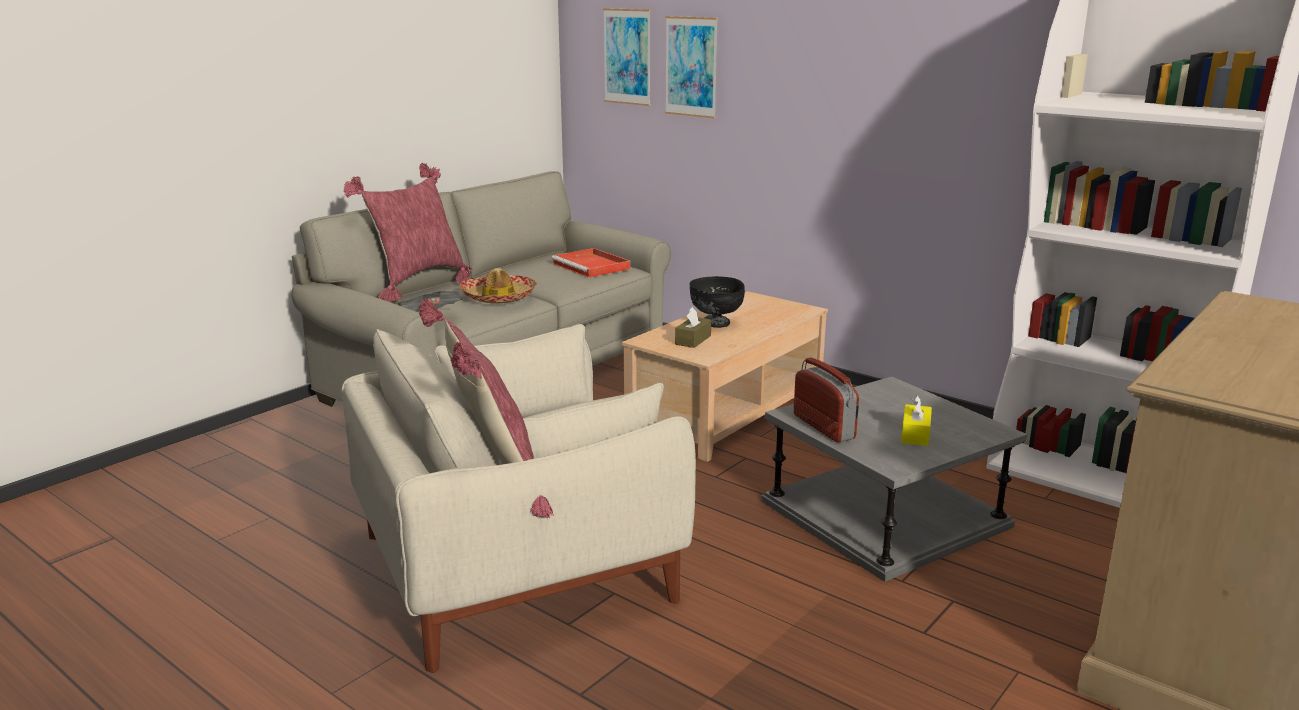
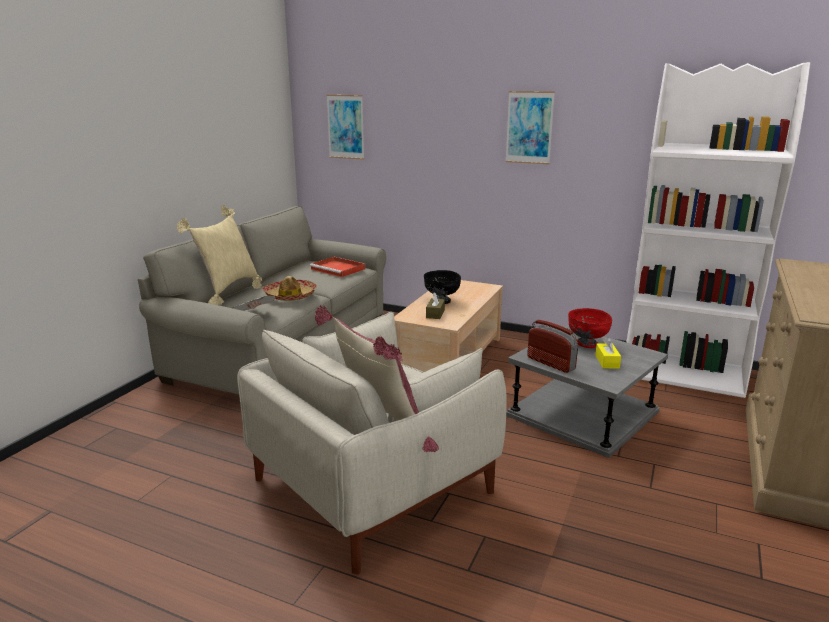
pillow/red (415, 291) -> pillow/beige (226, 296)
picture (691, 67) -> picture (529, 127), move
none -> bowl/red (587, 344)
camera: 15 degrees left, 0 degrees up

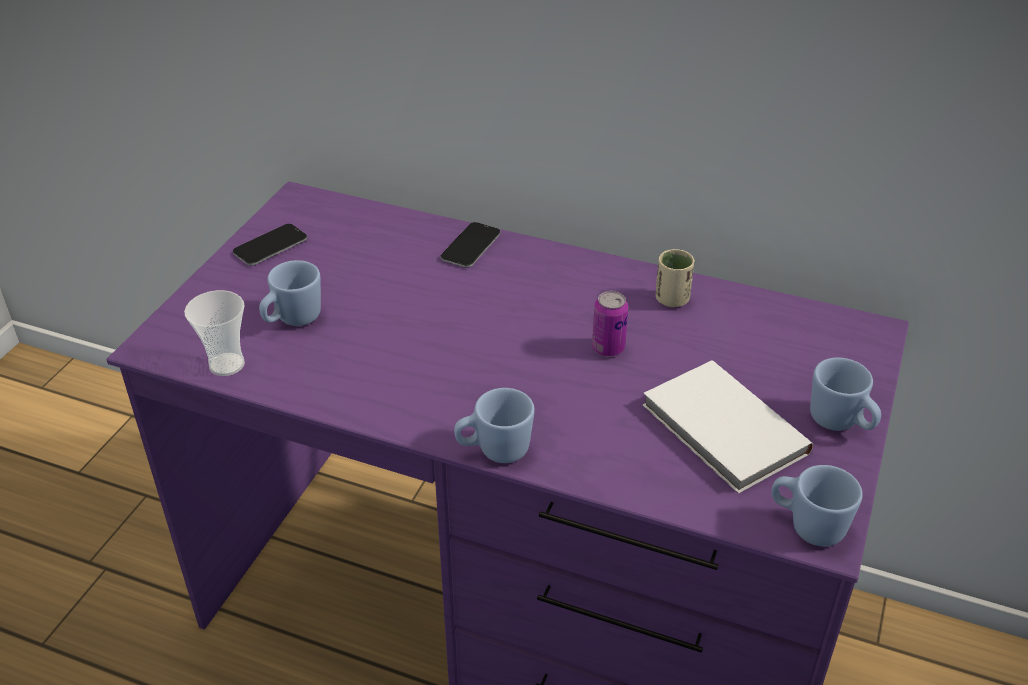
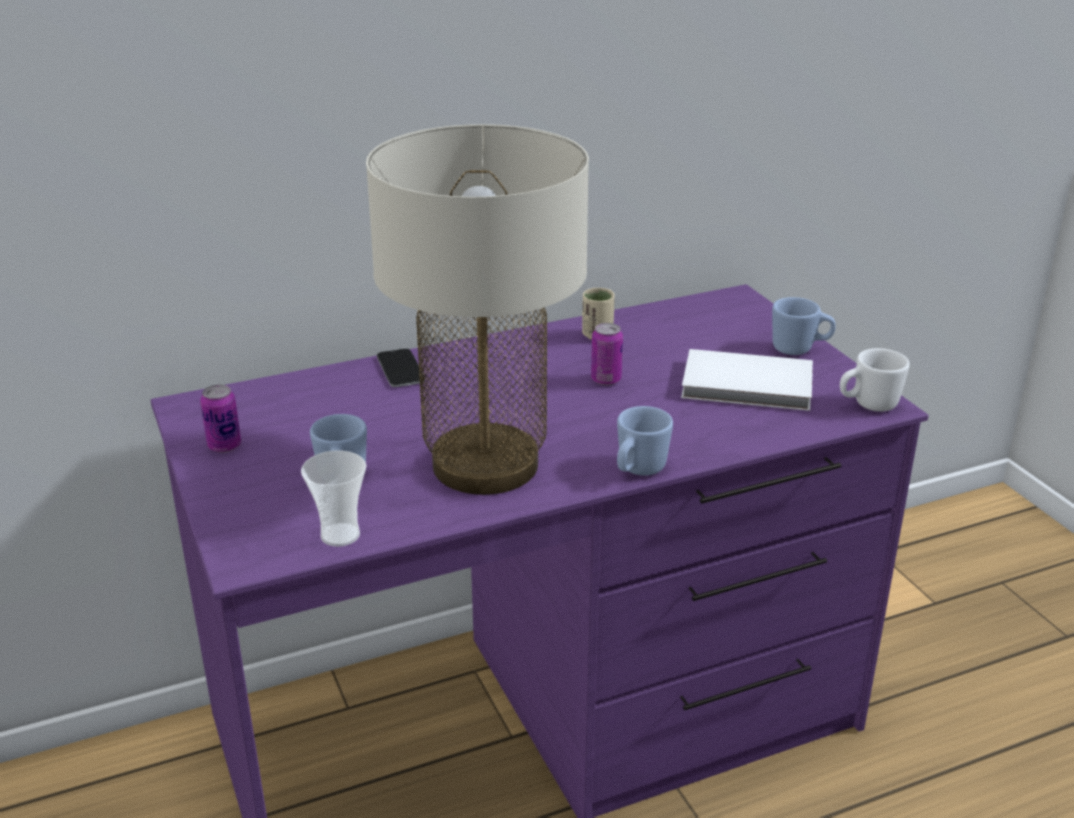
phone (270, 246) -> can (224, 446)
mug/blue (807, 526) -> mug/white (868, 405)
none -> table lamp (485, 465)
camera: 45 degrees left, 10 degrees down

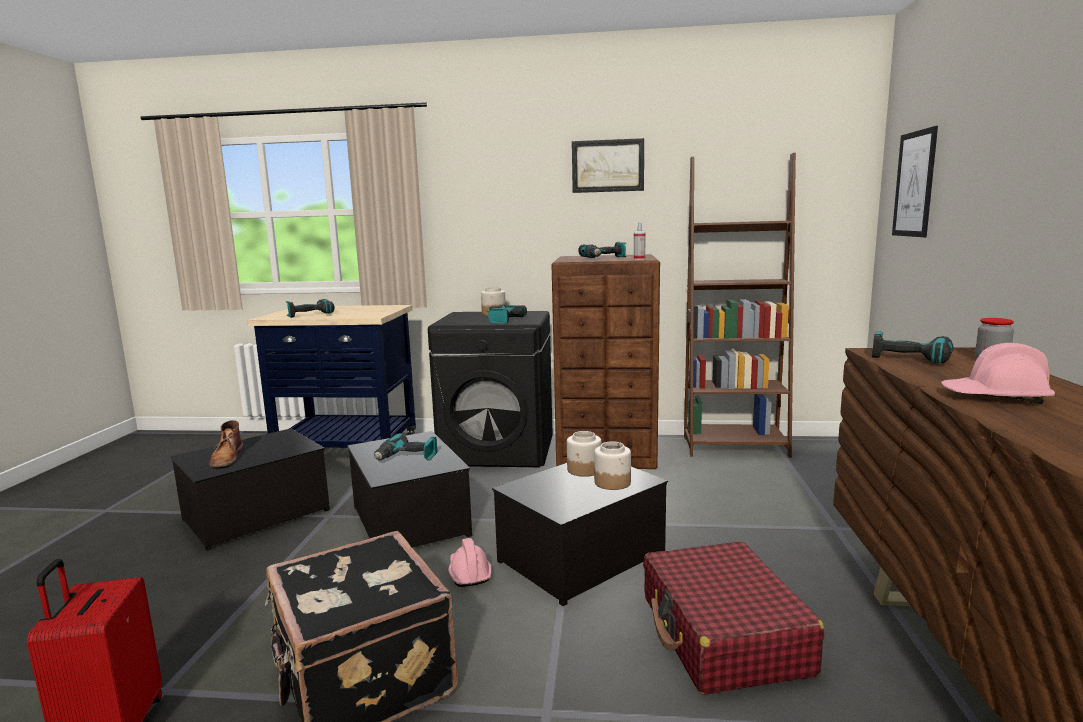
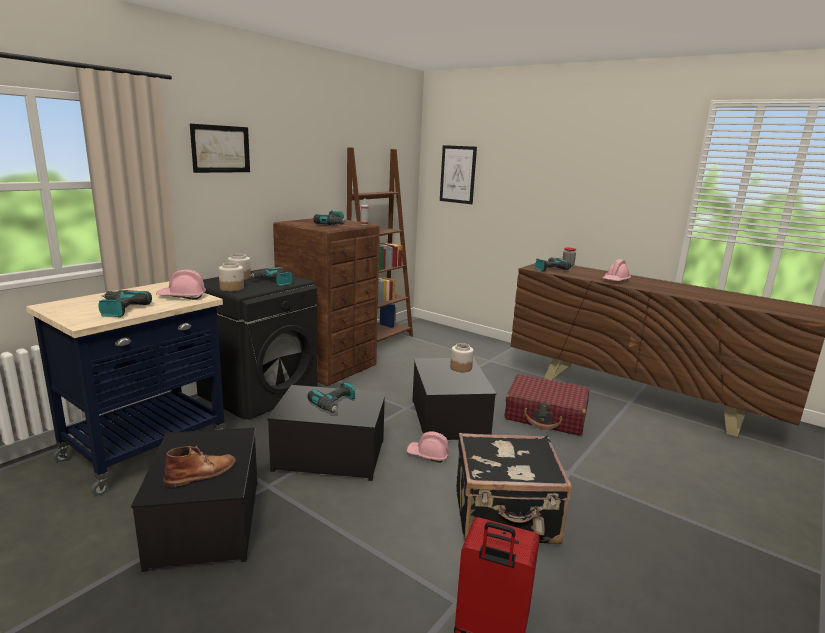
boot/brown (227, 458) -> boot/brown (202, 474), 60 degrees counterclockwise
jar (584, 470) -> jar (232, 288), move
picture (607, 166) -> picture (221, 149), move
none -> hard hat/pink (182, 296)
camera: 60 degrees left, 5 degrees up

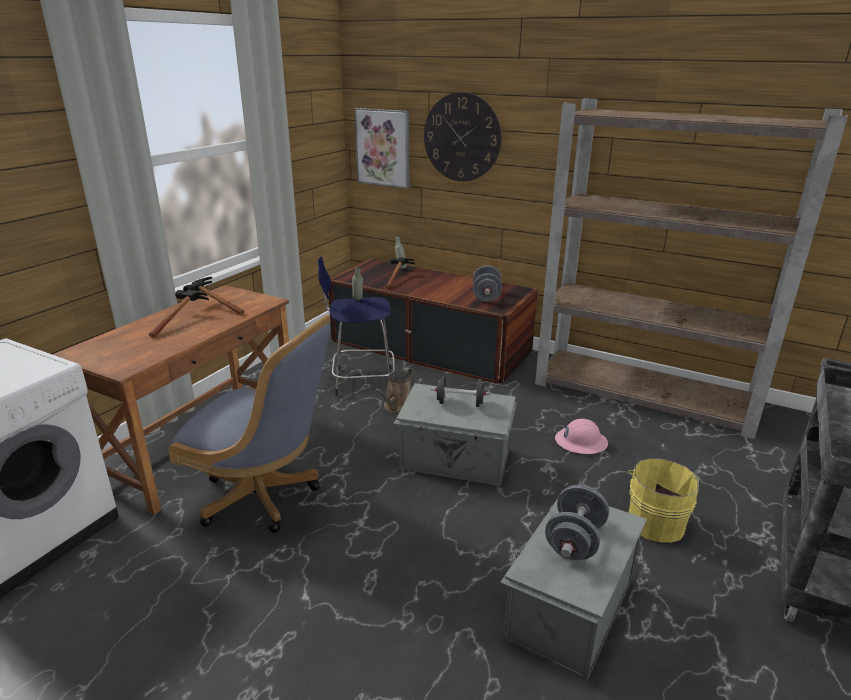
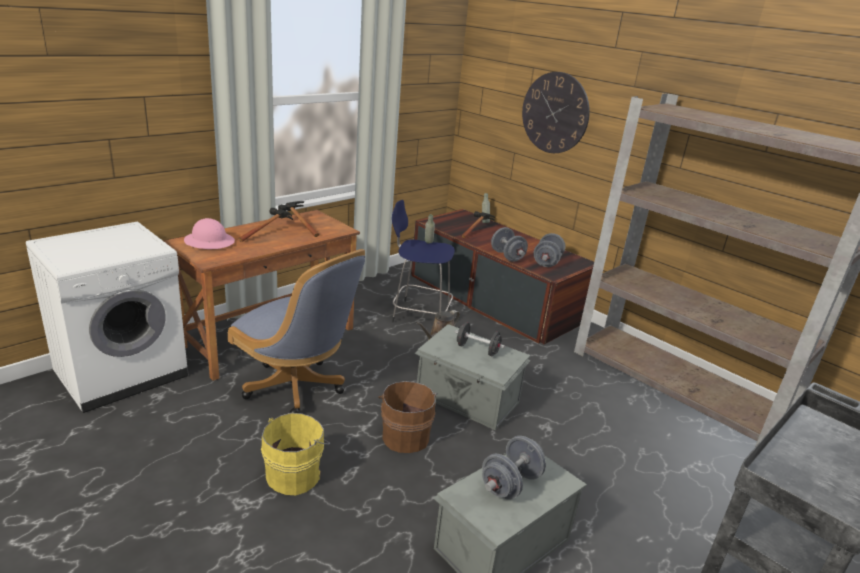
picture (383, 148) -> none
hard hat/pink (580, 442) -> hard hat/pink (209, 242), move
bucket/yellow (655, 521) -> bucket/yellow (295, 474), move
none -> bucket/brown (405, 435)
none -> dumbbell/grey (507, 256)
camera: 15 degrees right, 0 degrees up

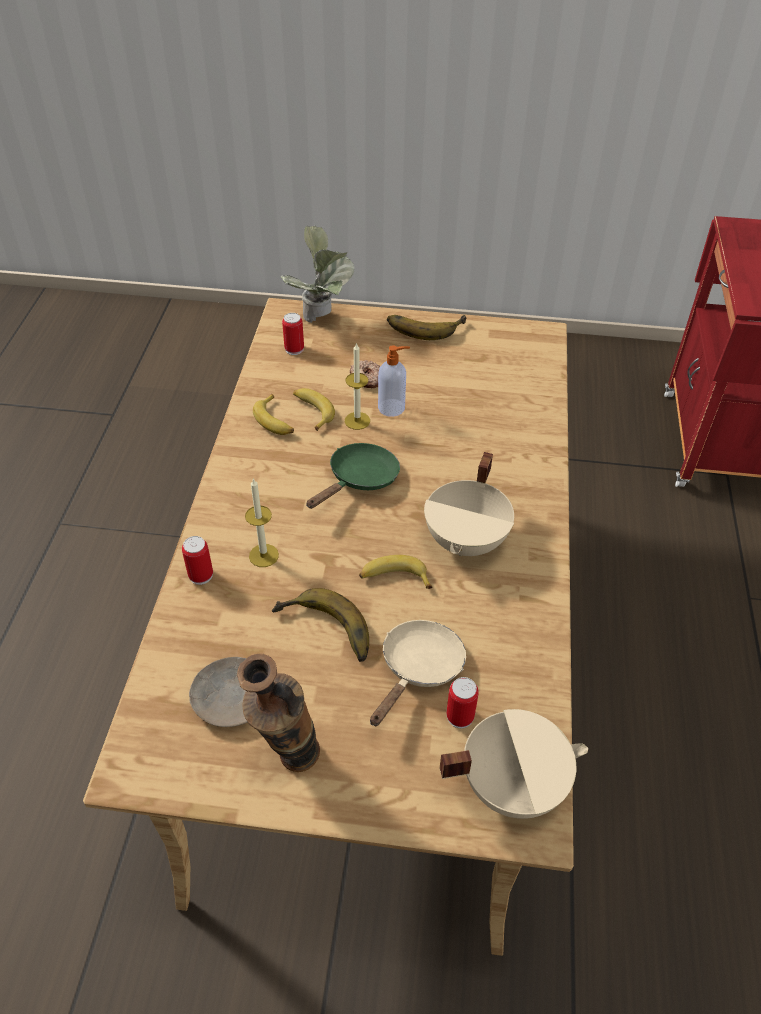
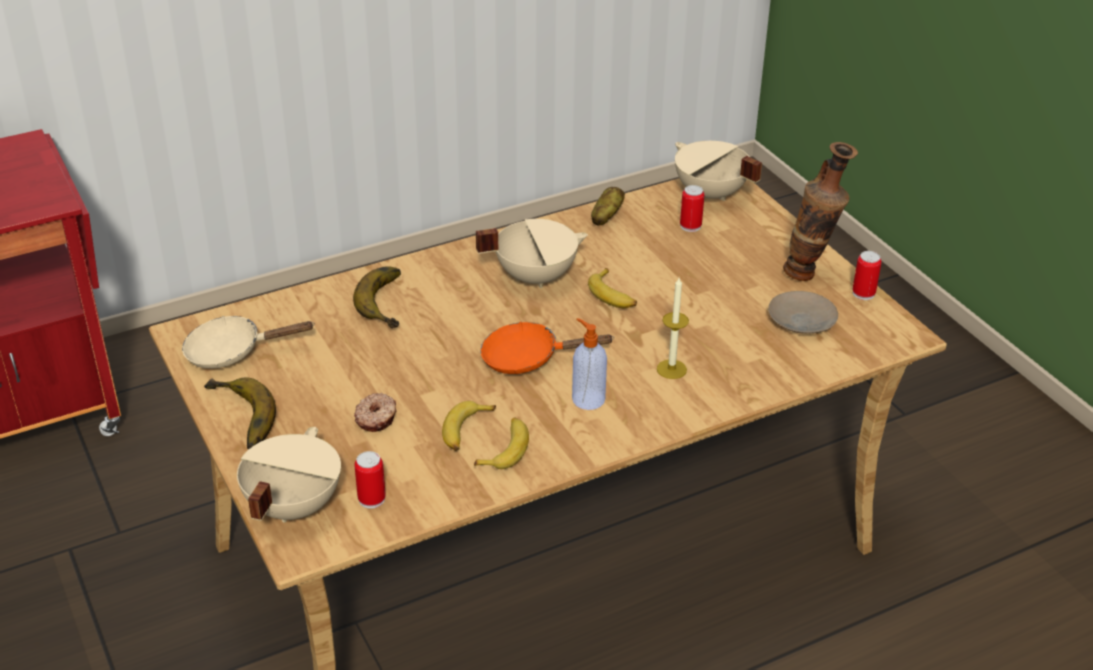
can (201, 575) -> can (863, 293), move
banana (323, 633) -> banana (391, 301), move
potted plant (322, 319) -> cooking pot/beige (291, 506)
frying pan/green (359, 479) -> frying pan/orange (528, 358)
candle (357, 420) -> none
frying pan/beige (418, 669) -> frying pan/beige (232, 351), move
soap dispenser (392, 408) -> soap dispenser (587, 399), move
none -> potato (606, 217)
camera: 125 degrees left, 10 degrees down

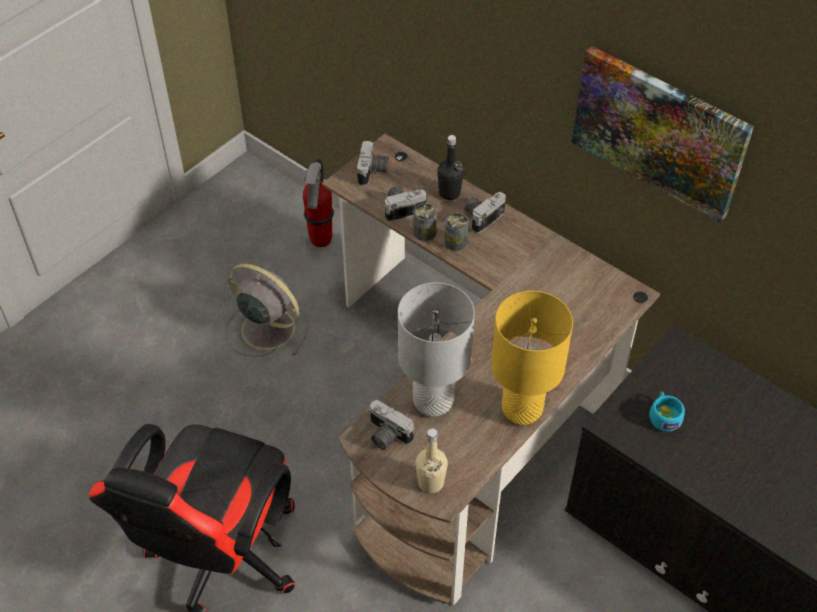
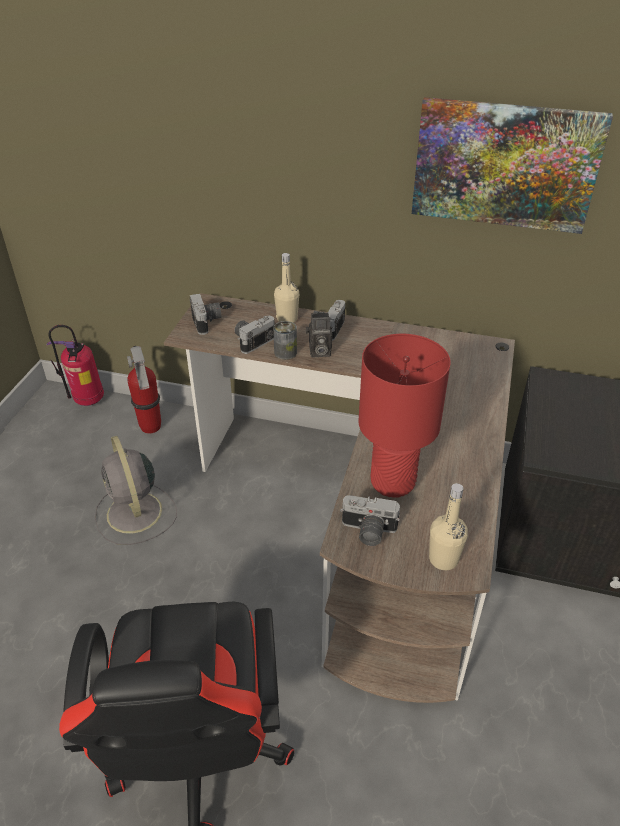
fan/grey (266, 328) -> fan/grey (135, 514), 120 degrees counterclockwise
table lamp/grey (433, 403) -> table lamp/red (393, 486)
bottle/black (449, 193) -> bottle/beige (287, 319)
can (456, 242) -> photo camera (318, 352)
table lamp/yellow (522, 412) -> none
cup/turquoise (664, 416) -> none
none -> fire extinguisher (87, 402)
camera: 25 degrees left, 10 degrees down

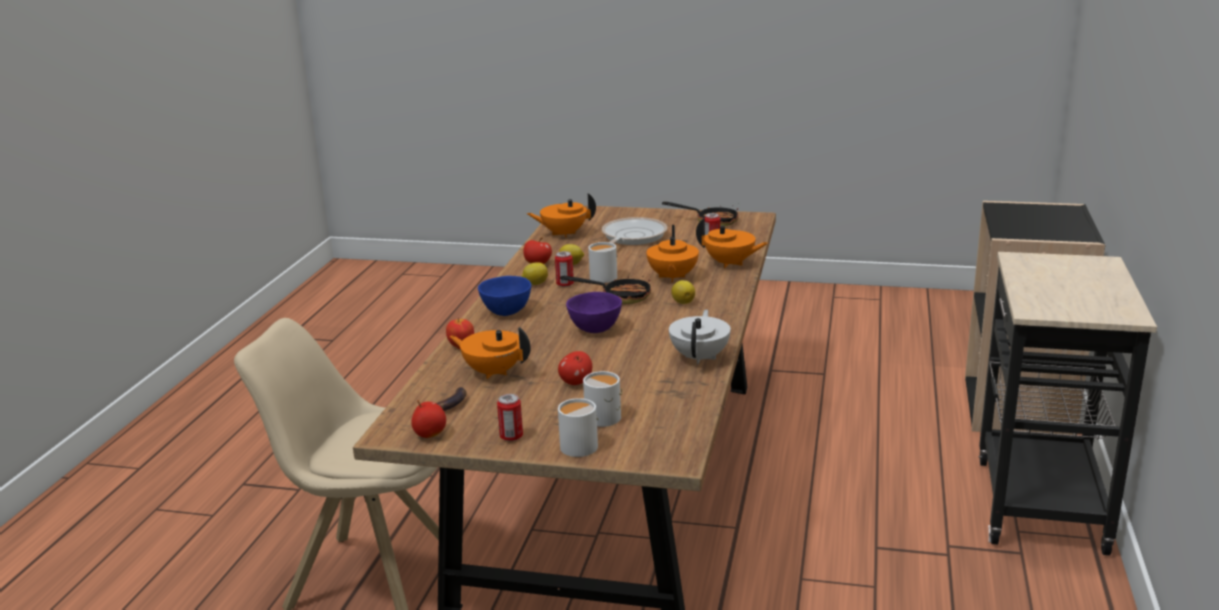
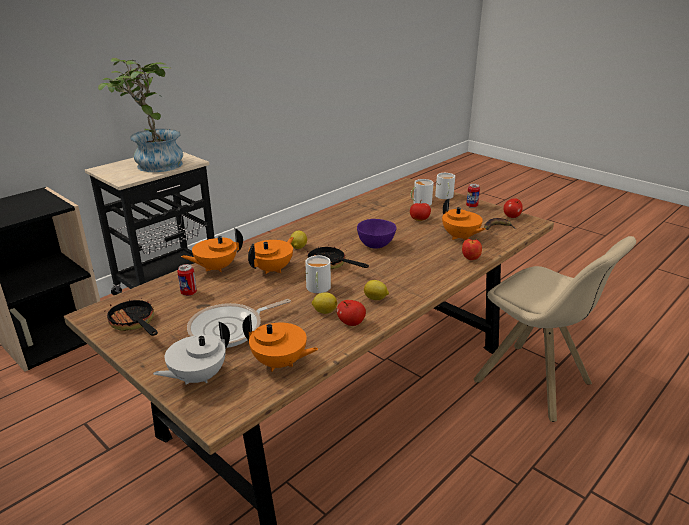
bowl/blue (507, 311) -> none
can (565, 284) -> none
teapot/white (700, 357) -> teapot/white (197, 377), move
teapot/orange (730, 263) -> teapot/orange (215, 268), 90 degrees counterclockwise
none -> potted plant (152, 164)
camera: 150 degrees left, 5 degrees up

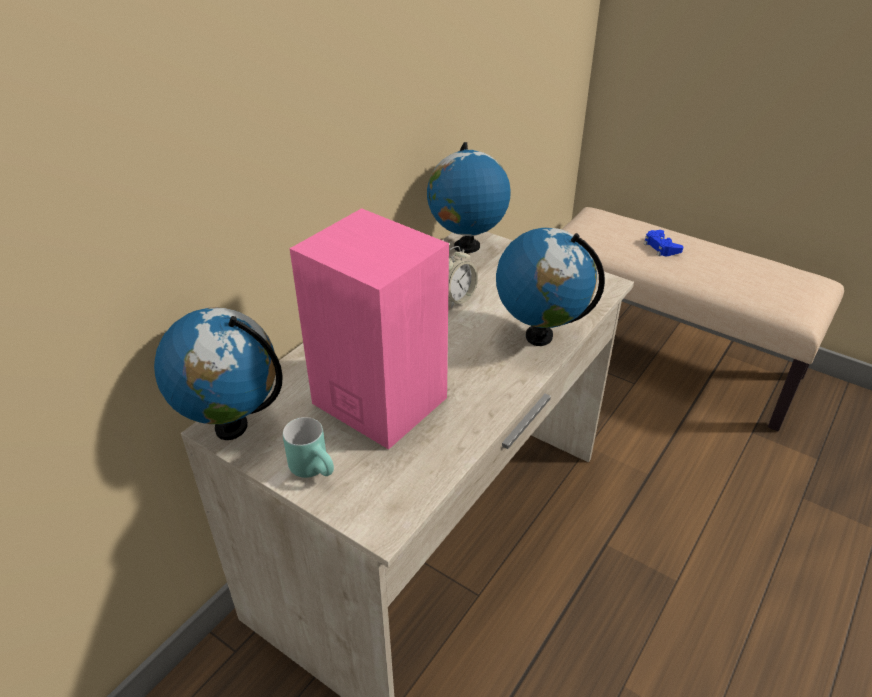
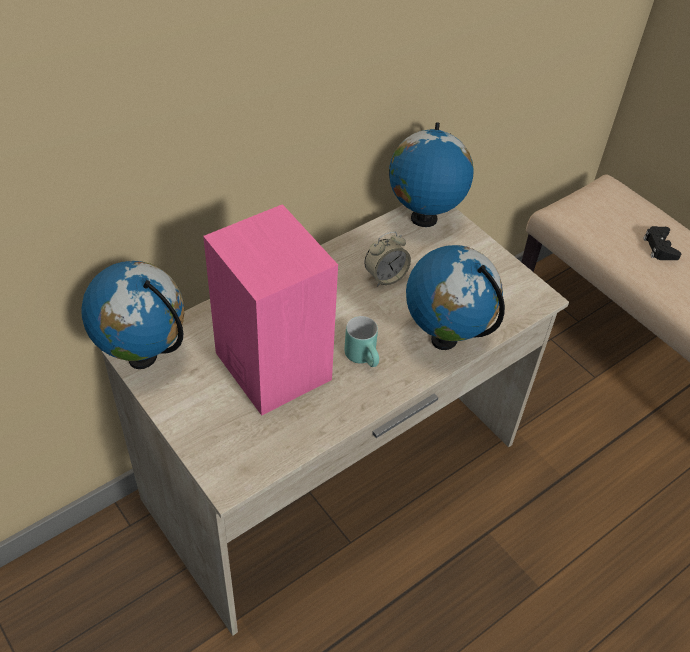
mug/turquoise (316, 469) -> mug/turquoise (365, 358), move
game controller/blue (661, 247) -> game controller/black (659, 247)
camera: 15 degrees right, 10 degrees up

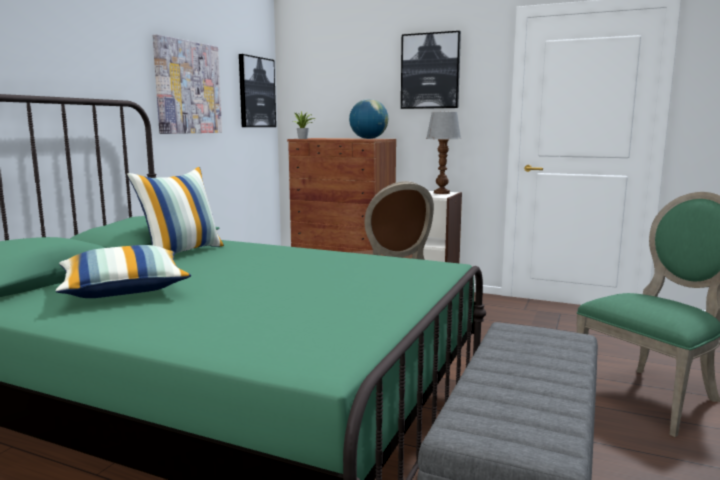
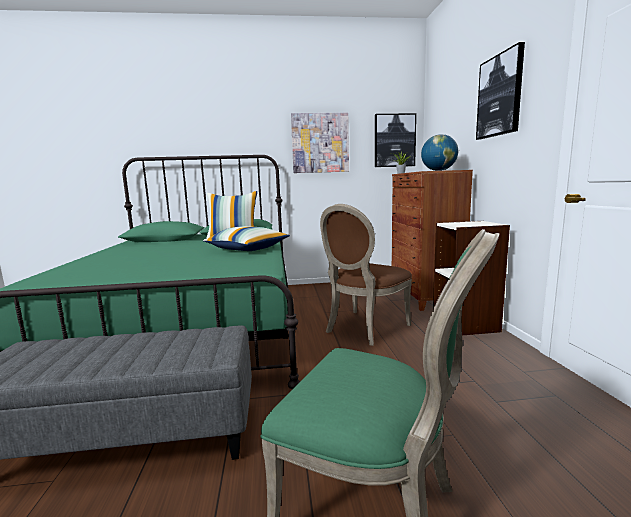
pillow (124, 290) -> pillow (248, 249), move
table lamp (442, 193) -> none
camera: 60 degrees right, 0 degrees up

